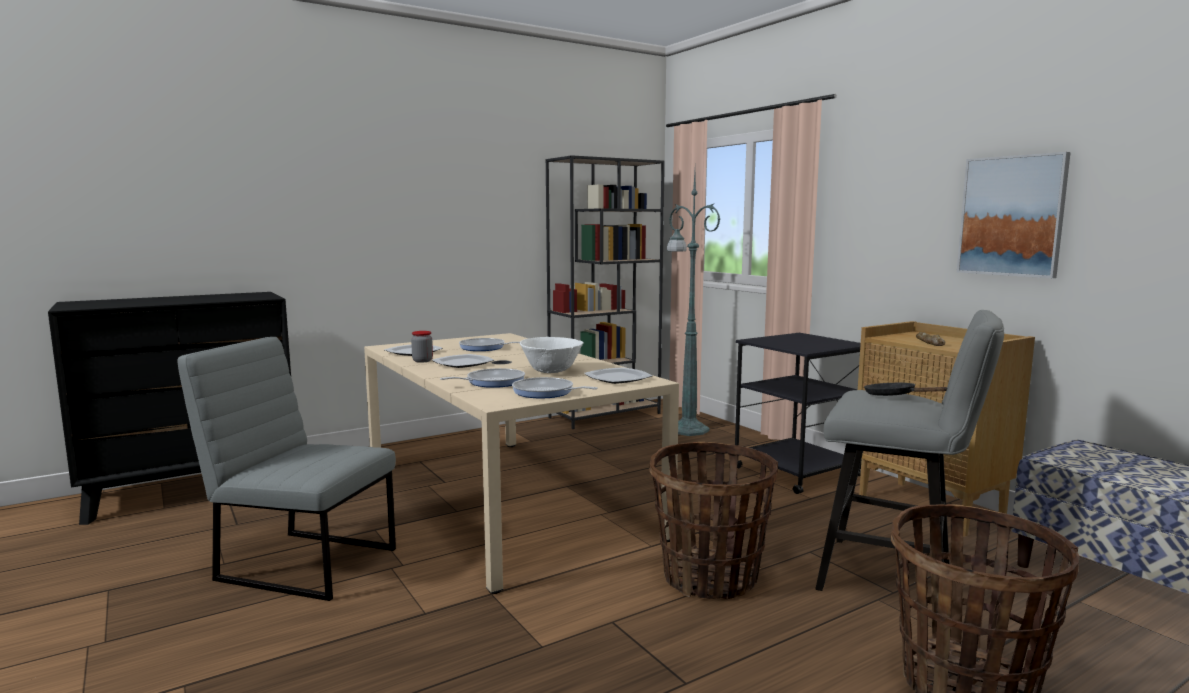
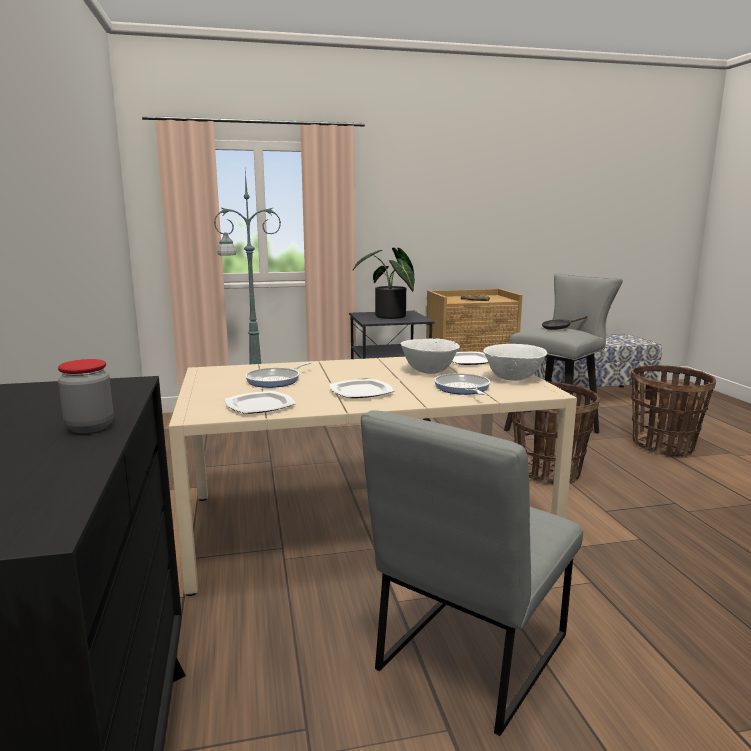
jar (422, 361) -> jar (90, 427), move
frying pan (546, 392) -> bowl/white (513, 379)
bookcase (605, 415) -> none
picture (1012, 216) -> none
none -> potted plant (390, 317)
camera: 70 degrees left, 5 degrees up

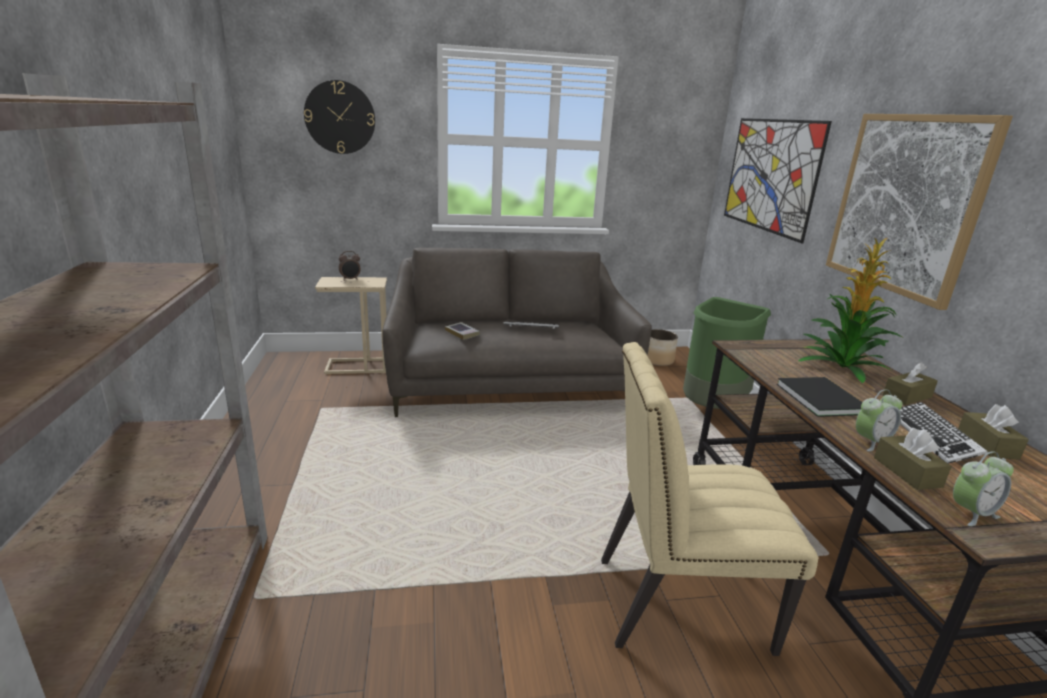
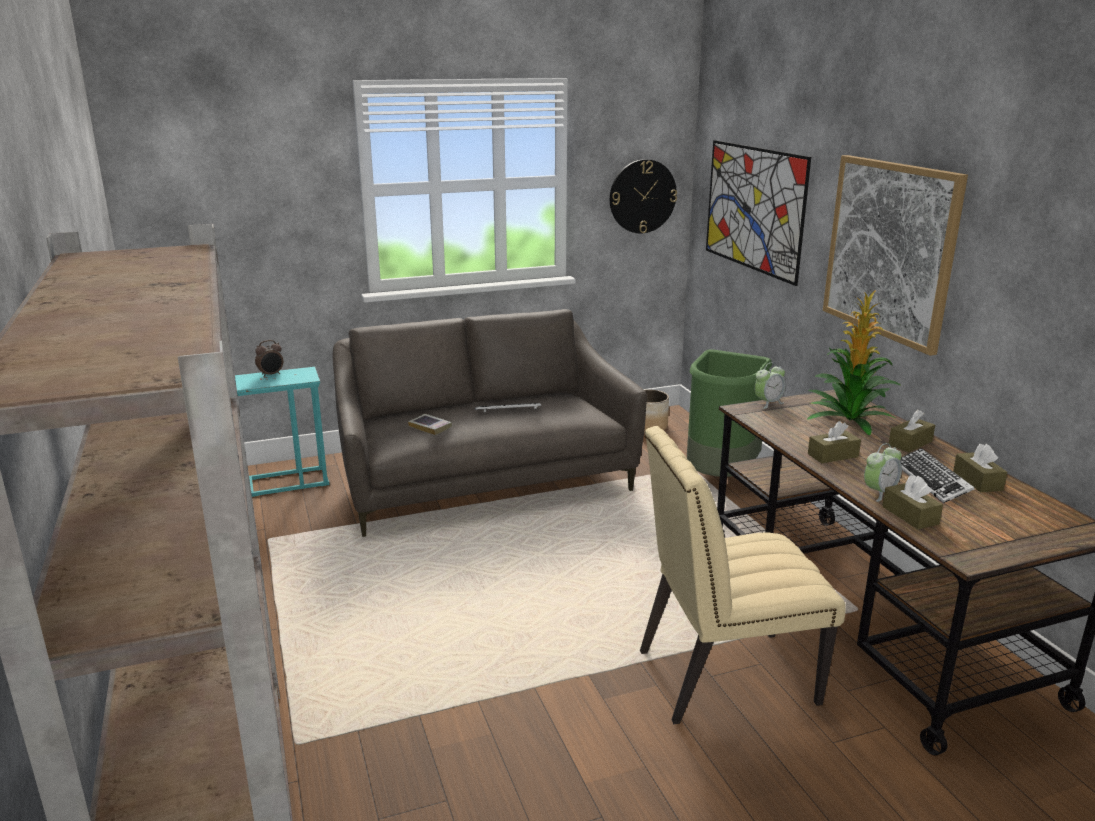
wall clock (340, 117) -> wall clock (642, 196), move
side table/beige (358, 366) -> side table/turquoise (289, 481)
book/black (821, 397) -> tissue box/brown (833, 455)
alarm clock (971, 513) -> alarm clock (768, 403), move
camera: 10 degrees left, 0 degrees up

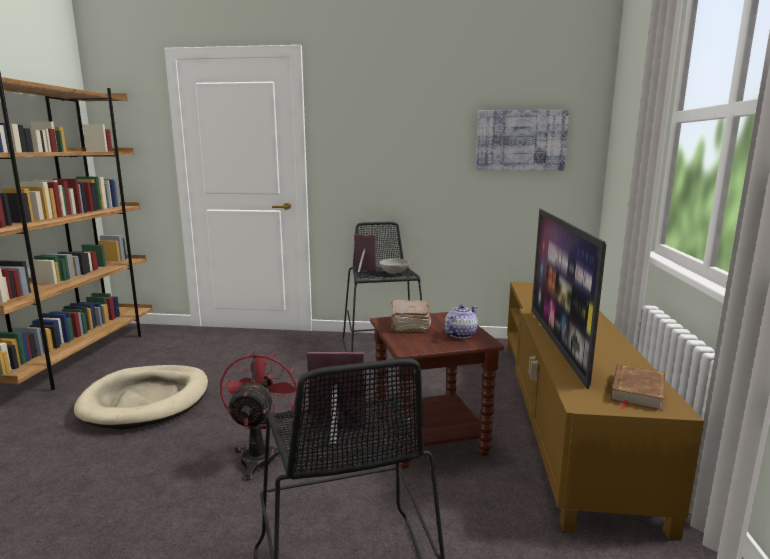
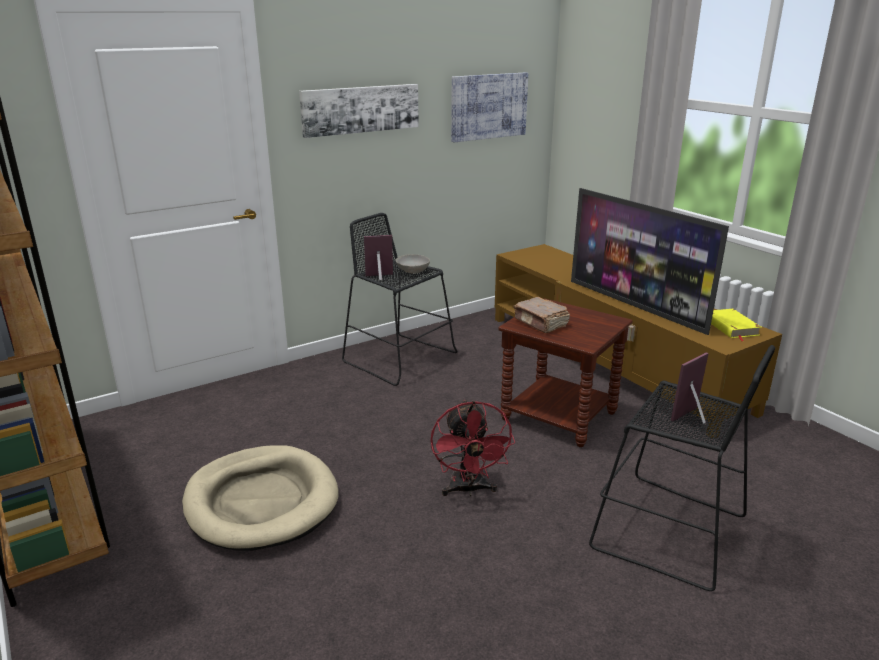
fan/red (260, 454) -> fan/red (468, 489), 150 degrees counterclockwise
teapot (460, 334) -> none
book/brown (636, 391) -> book/yellow (730, 327)
none -> picture (360, 109)
camera: 40 degrees left, 10 degrees up

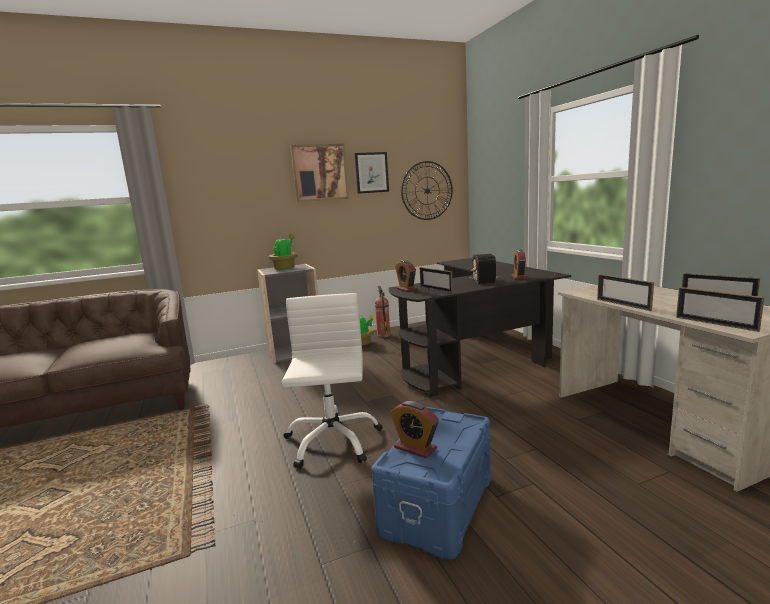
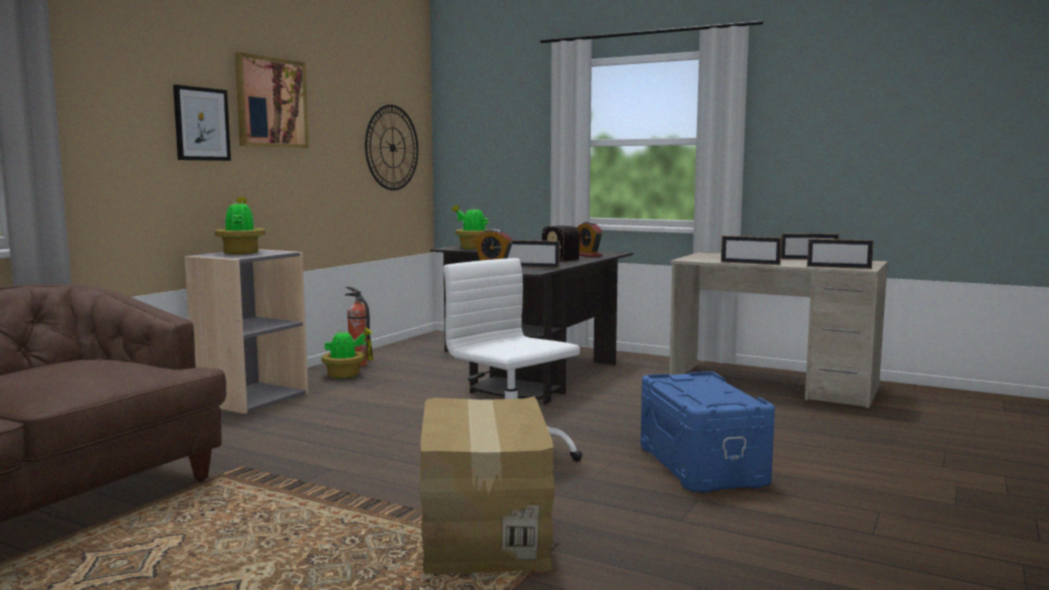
picture (371, 172) -> picture (201, 124), move
alarm clock (415, 448) -> none
none -> cardboard box (482, 532)
none -> potted plant (473, 248)
camera: 40 degrees left, 5 degrees down

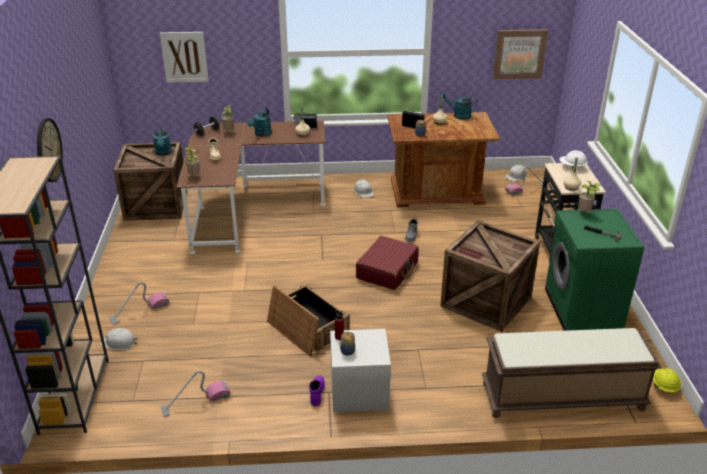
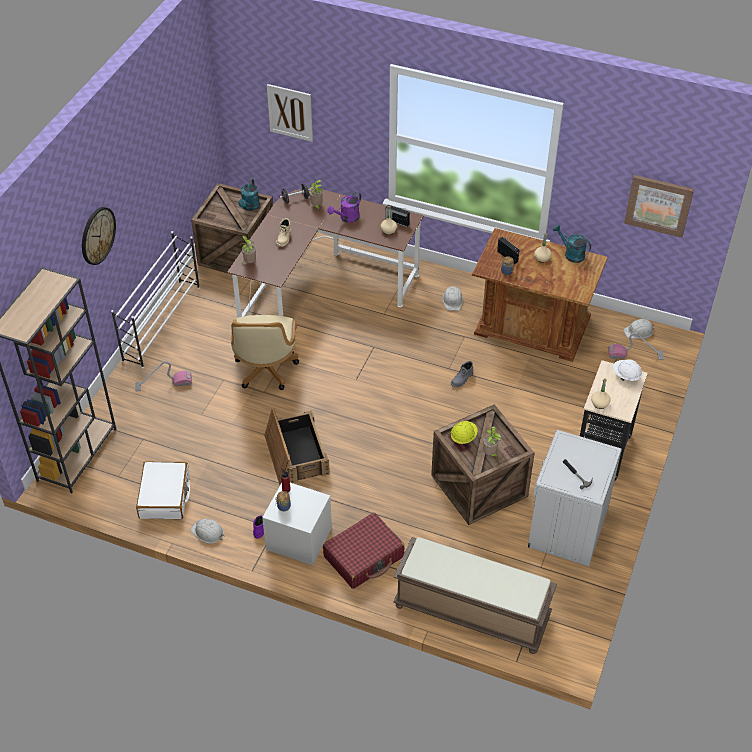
hard hat/white (119, 342) -> hard hat/white (208, 532), move
vacuum cleaner (196, 402) -> suitcase/white (165, 496)
watering can/turquoise (261, 134) -> watering can/purple (347, 218)
suitcase/red (387, 270) -> suitcase/red (364, 557), move
washing machine/green (581, 309) -> washing machine/white (565, 528)
potted plant (585, 213) -> potted plant (490, 454), move
hard hat/yellow (664, 386) -> hard hat/yellow (463, 437), move
none -> shoe rack/white (162, 323)
none -> office chair/beige (265, 374)
camera: 25 degrees right, 15 degrees up

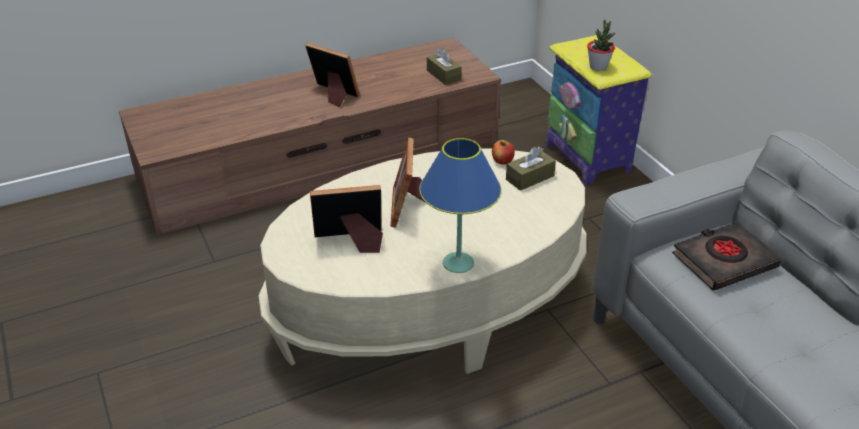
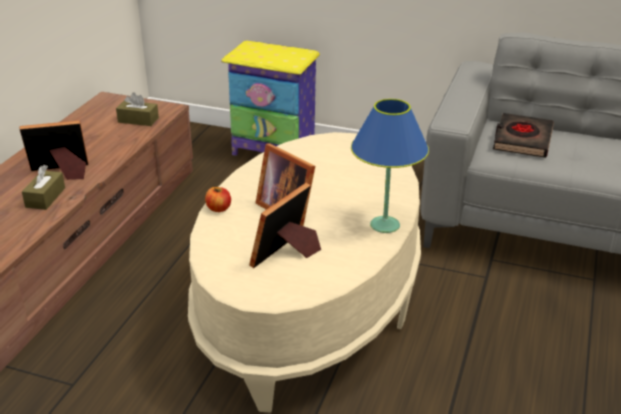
apple (502, 161) -> apple (219, 208), move
tissue box/brown (530, 178) -> tissue box/brown (45, 197), move
potted plant (598, 67) -> none
camera: 45 degrees left, 5 degrees down

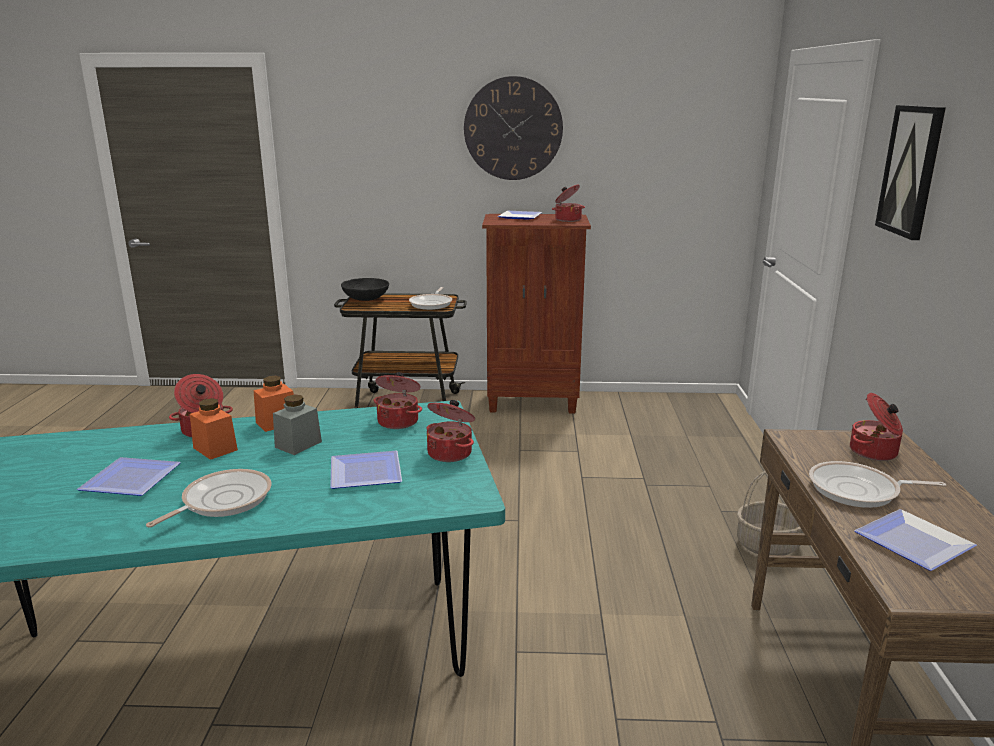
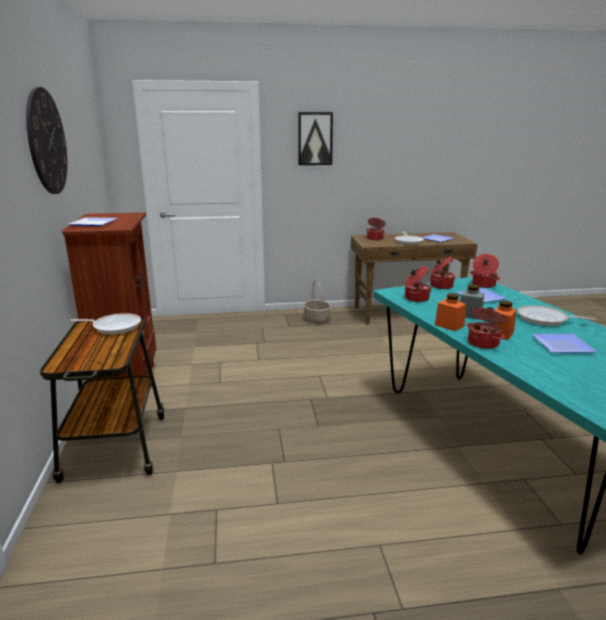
bowl/black (365, 298) -> none
cooking pot (567, 219) -> cooking pot (483, 285), move
camera: 100 degrees left, 0 degrees up

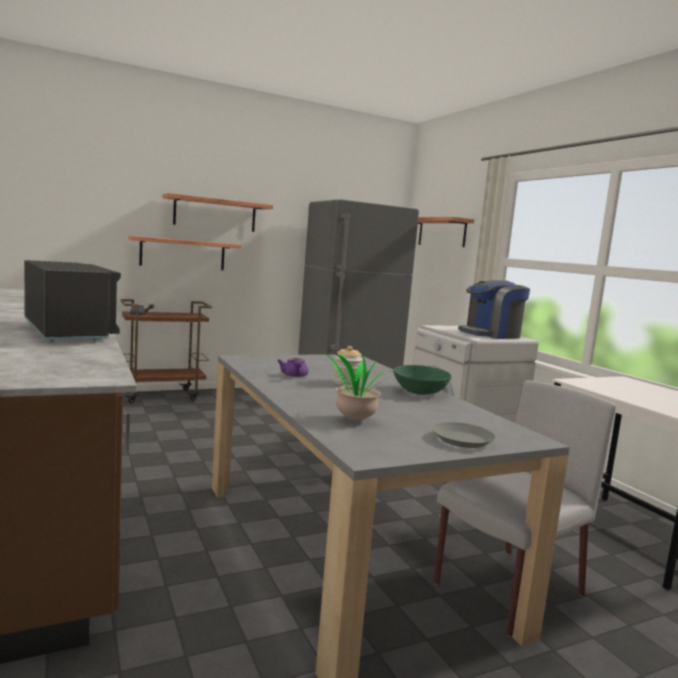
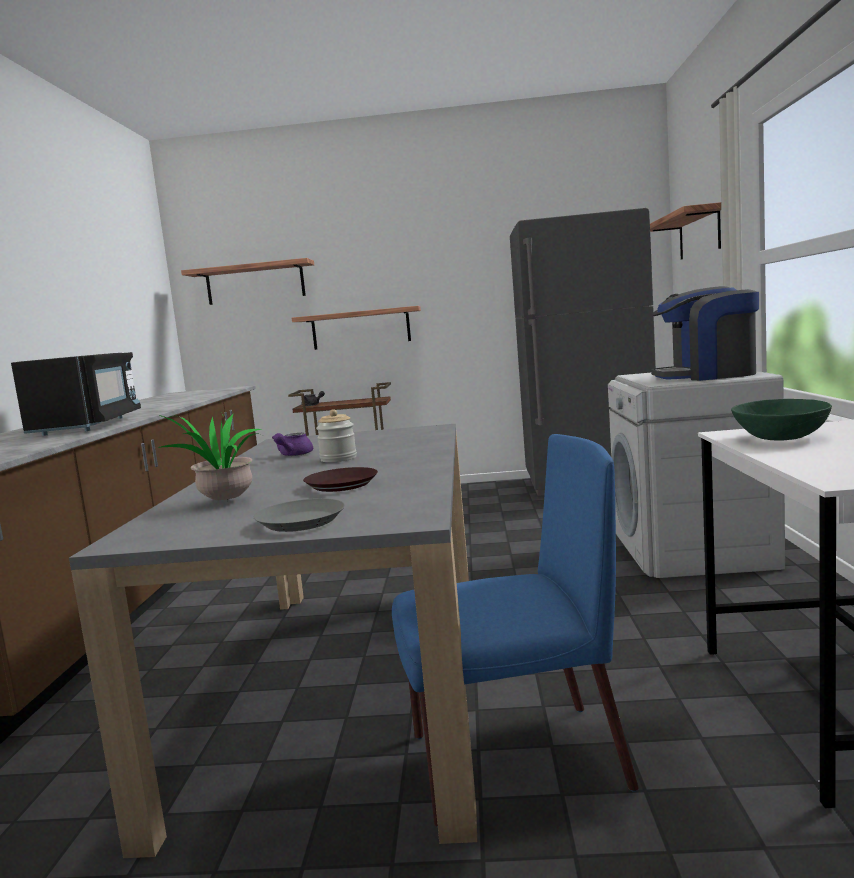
shelf (215, 214) -> shelf (255, 283), move
bowl/green (419, 392) -> bowl/green (779, 438), move
chair/grey (507, 590) -> chair/blue (513, 762)
none -> plate/brown (341, 485)
camera: 30 degrees right, 0 degrees up

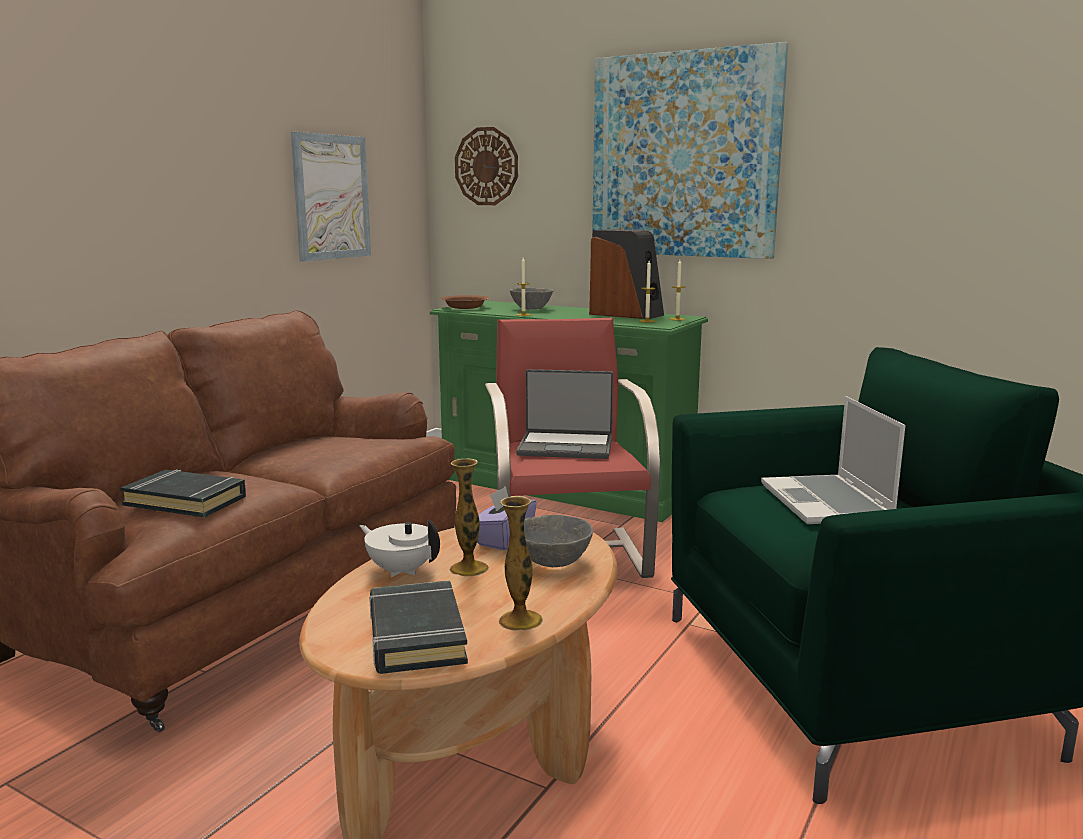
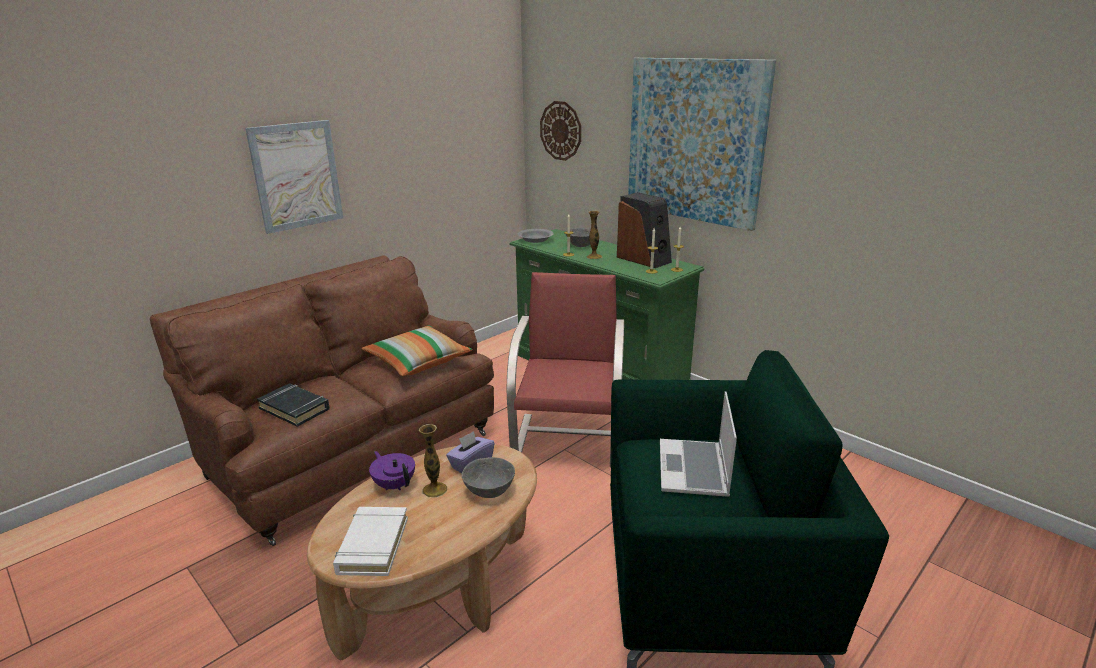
picture (331, 197) -> picture (296, 176), move
teapot/white (401, 570) -> teapot/purple (394, 484)
book/black (415, 635) -> book/white (372, 545)
bowl/brown (465, 307) -> bowl/grey (535, 240)
vase (520, 620) -> vase (594, 257), move
laptop (566, 447) -> none
none -> pillow (418, 362)
camera: 15 degrees right, 10 degrees up

